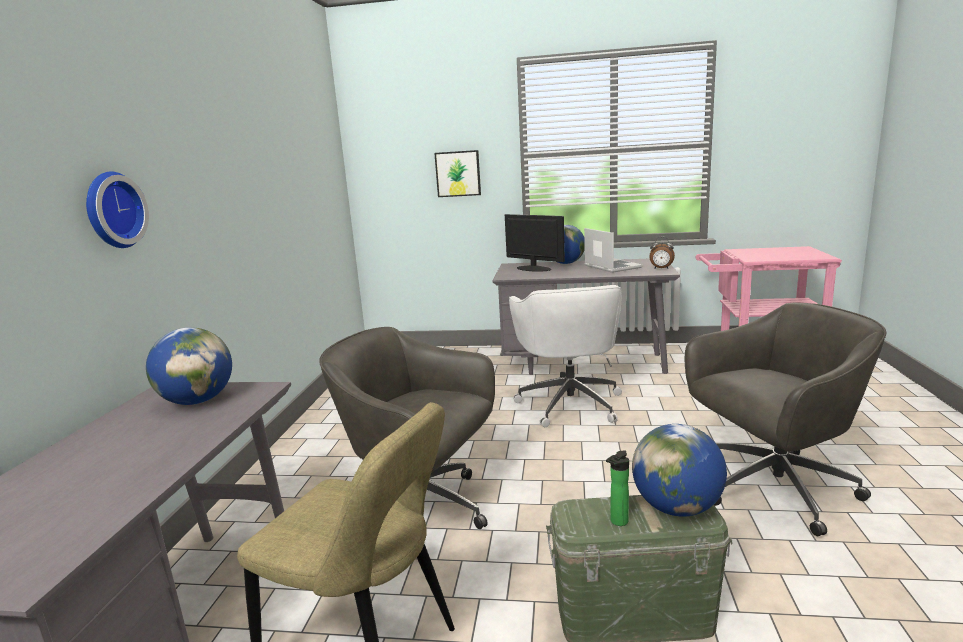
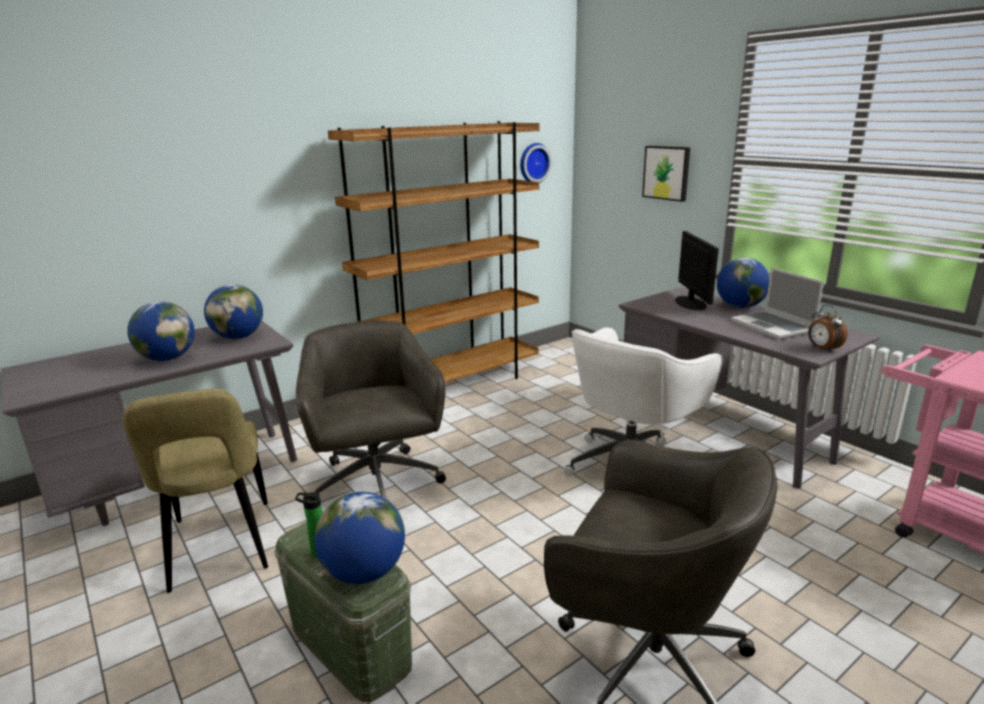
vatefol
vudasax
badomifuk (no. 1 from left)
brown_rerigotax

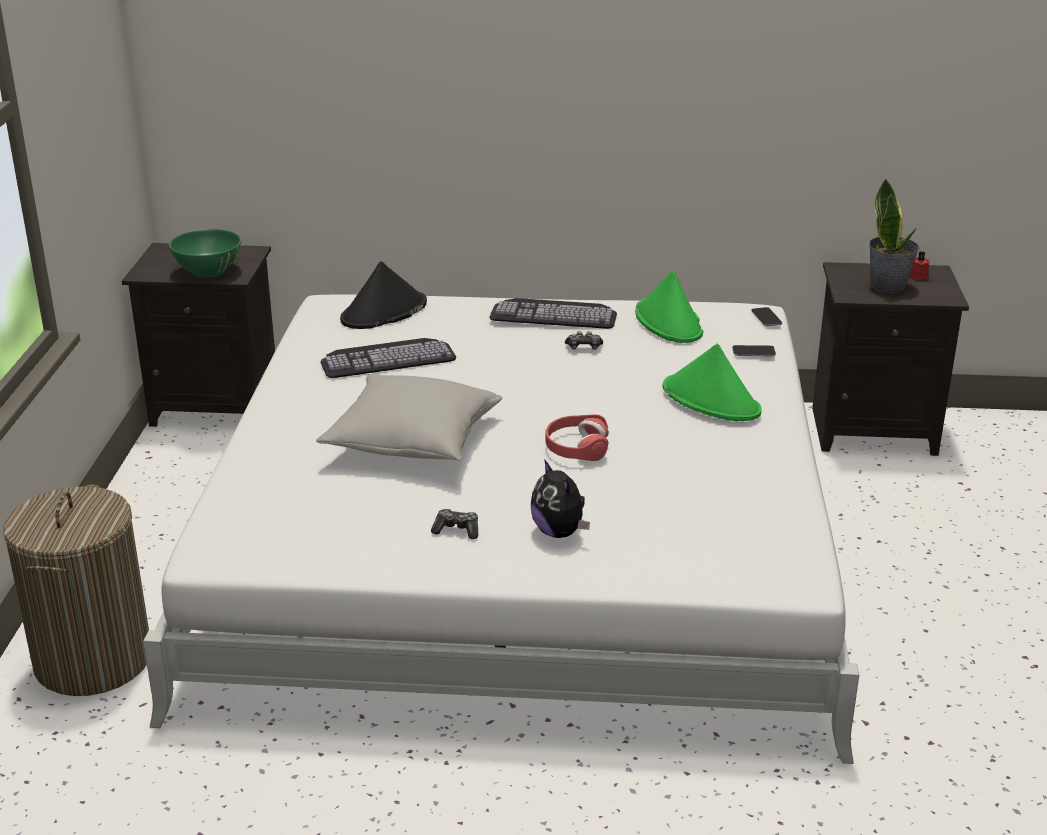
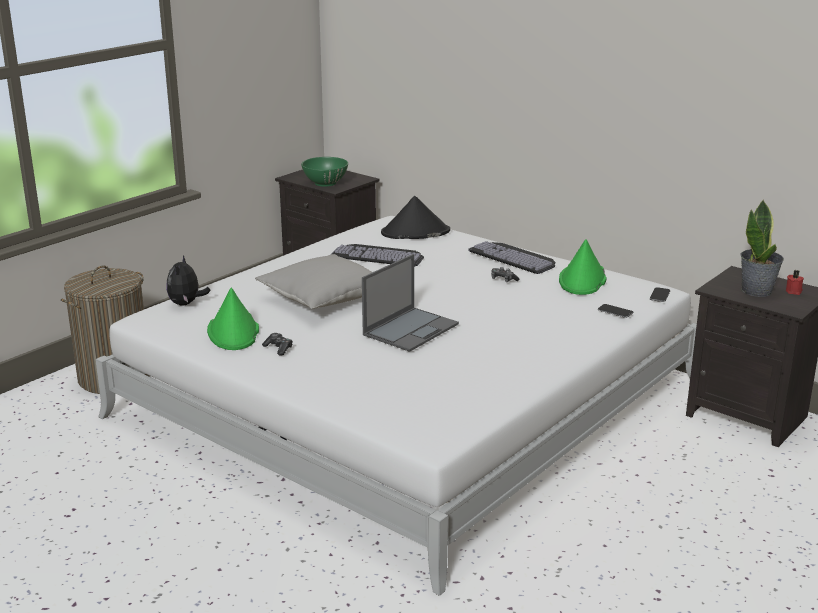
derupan
vudasax
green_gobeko (no. 1 from left)

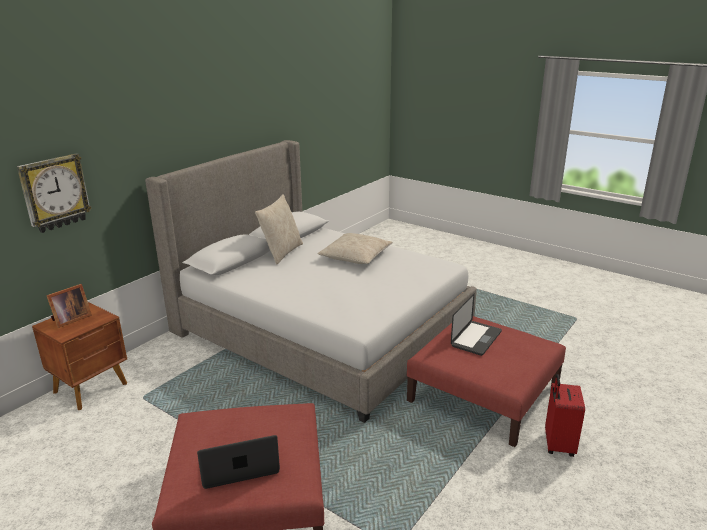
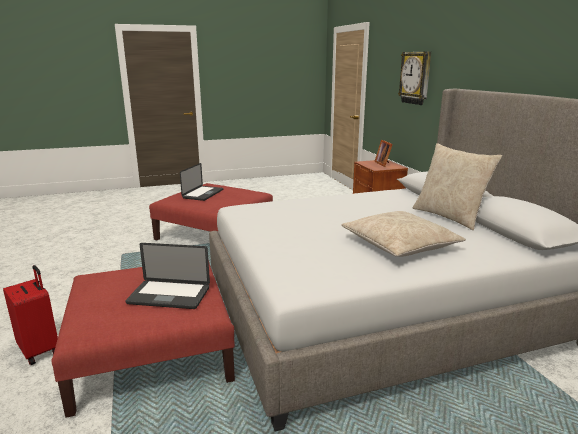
vudasax (no. 1 from left)

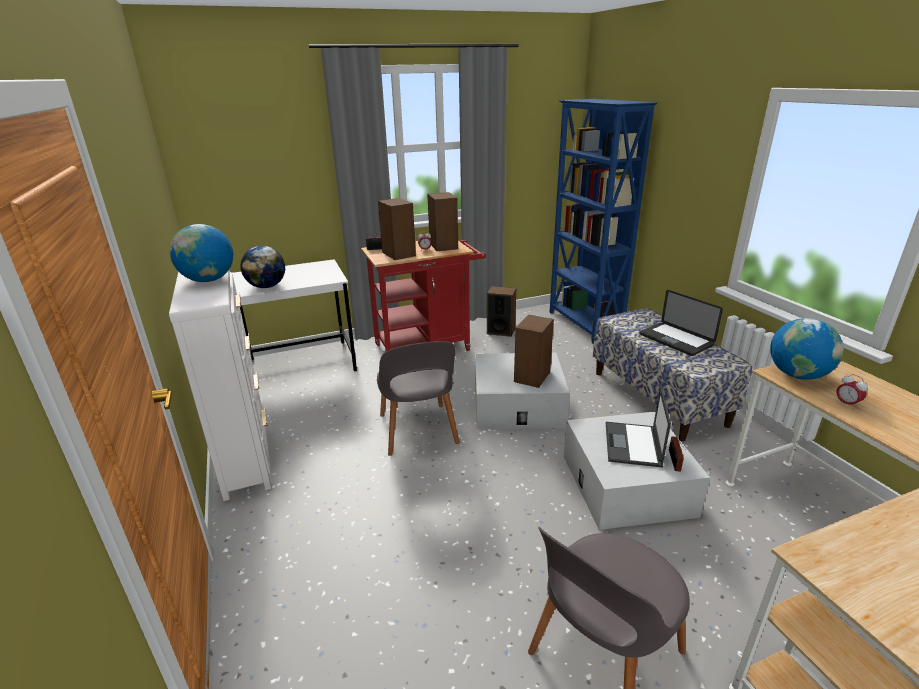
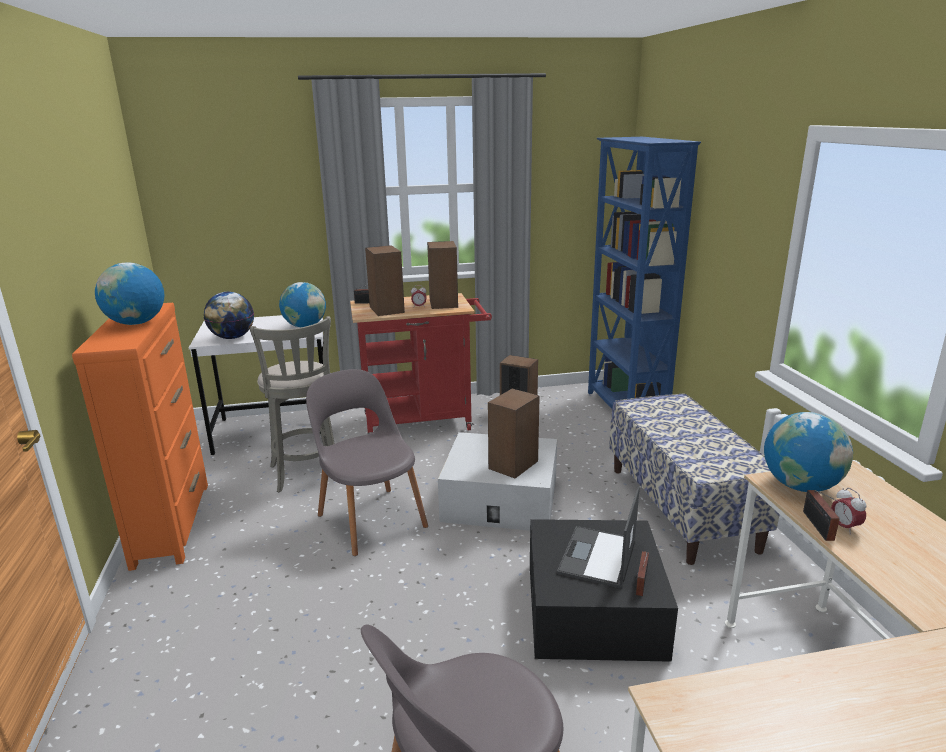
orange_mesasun
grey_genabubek (no. 1 from left)
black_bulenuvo
vudasax (no. 2 from left in the first image)
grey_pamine
badomifuk (no. 3 from left)
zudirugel (no. 3 from left)

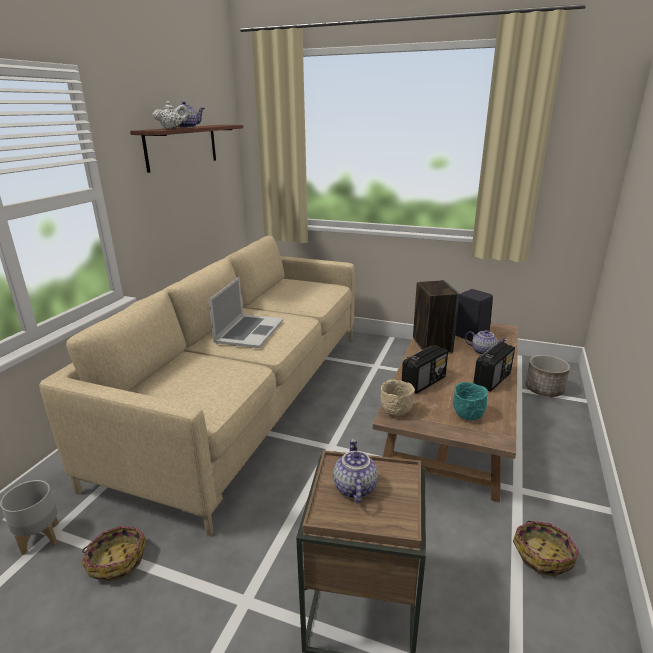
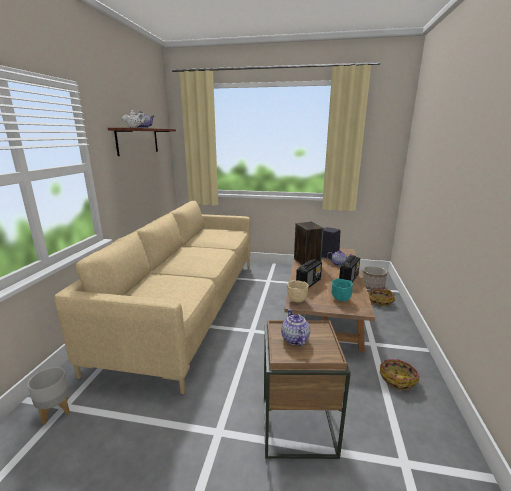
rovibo (no. 1 from left)
vudasax

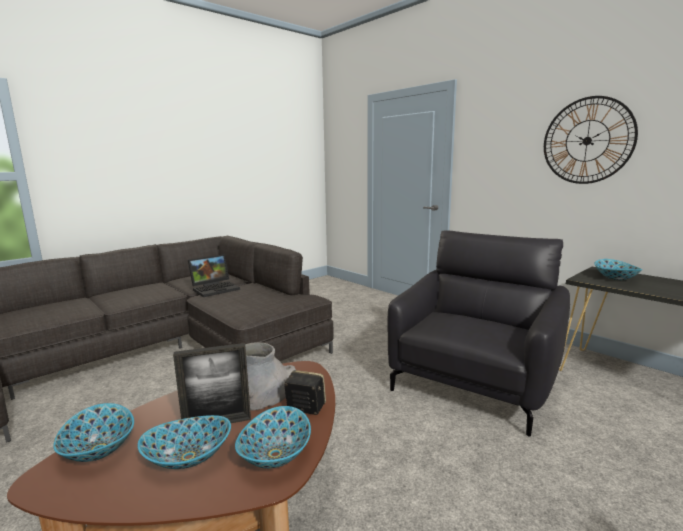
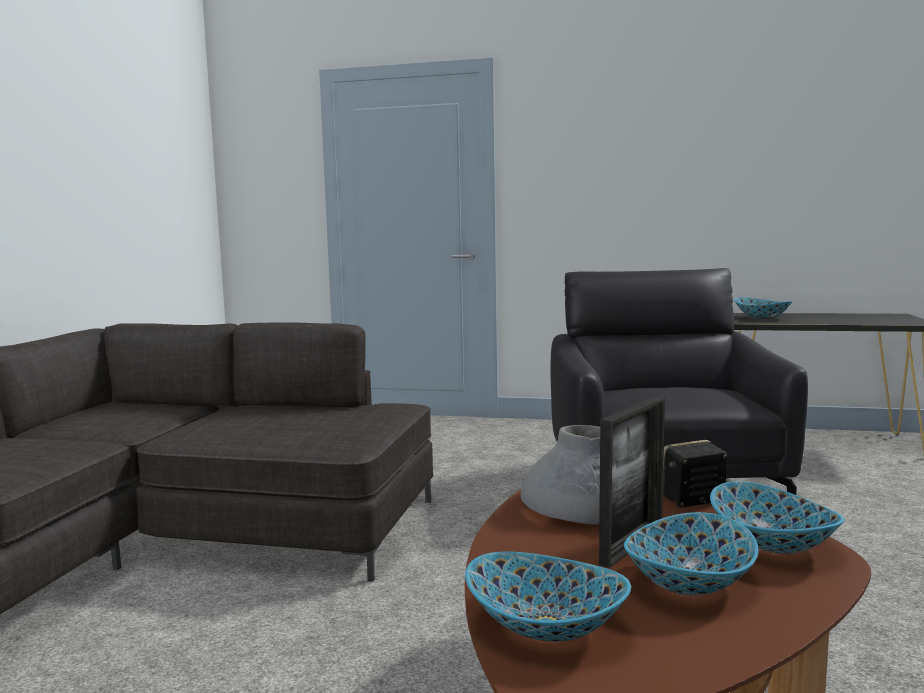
vudasax
vatefol

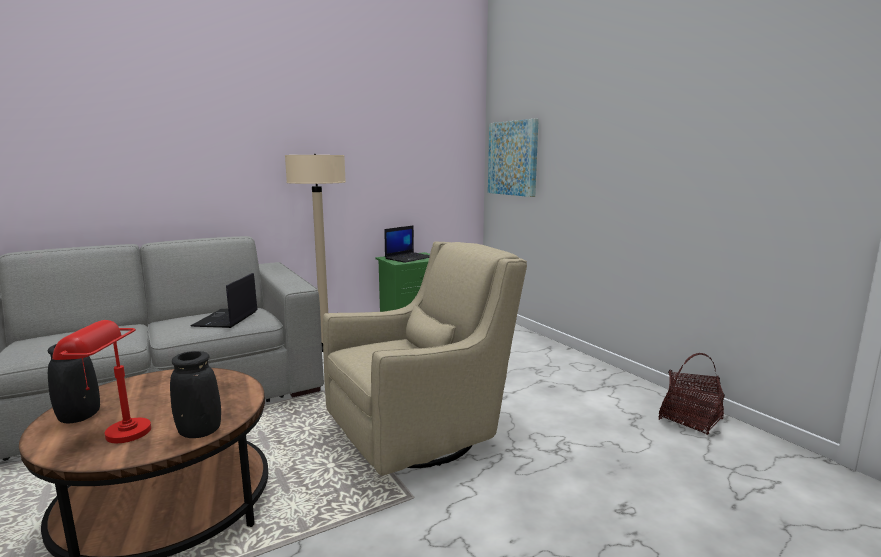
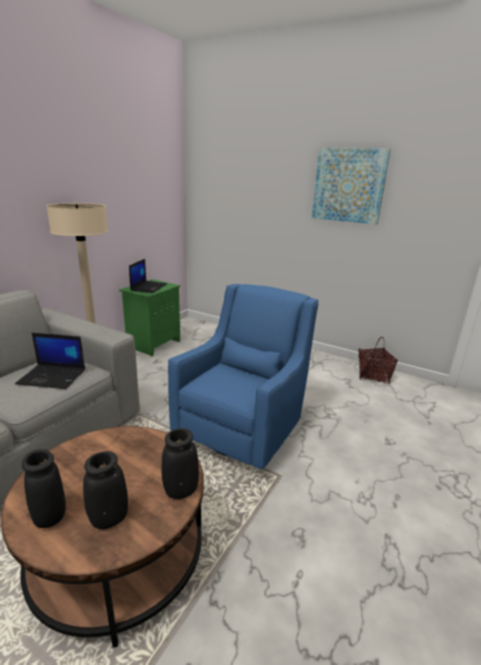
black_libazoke (no. 2 from left)
vudasax (no. 1 from left)
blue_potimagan
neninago

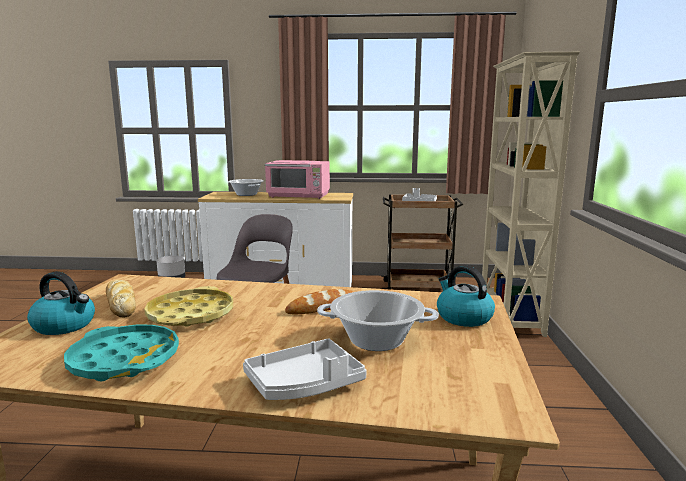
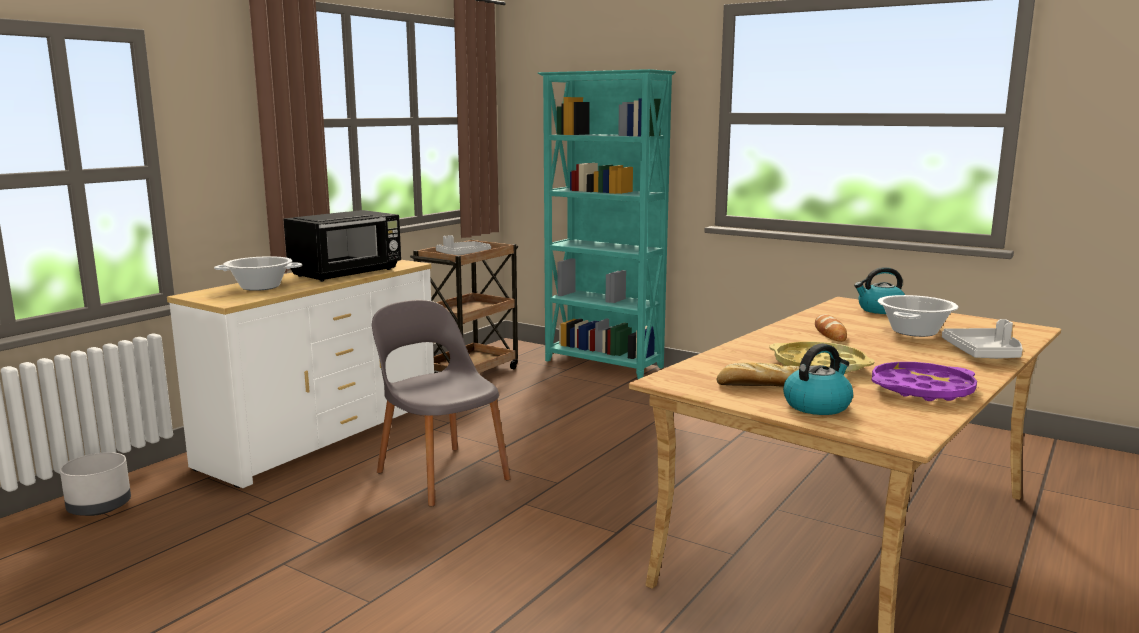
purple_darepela
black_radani
turquoise_rerigotax

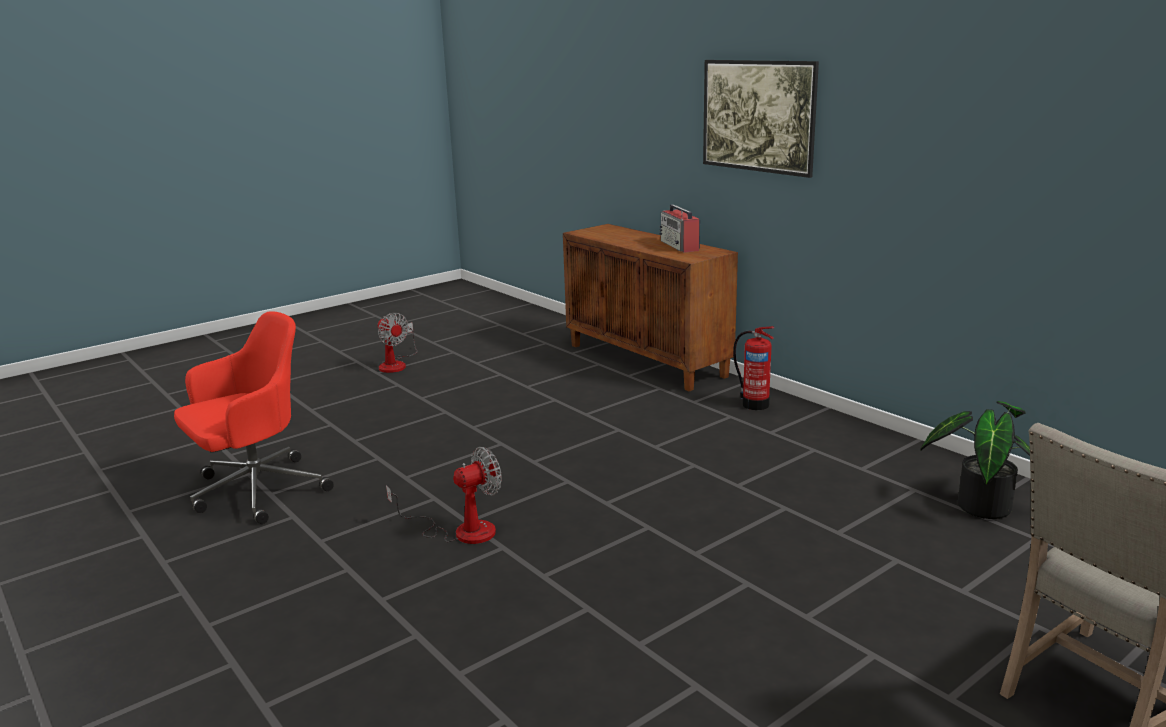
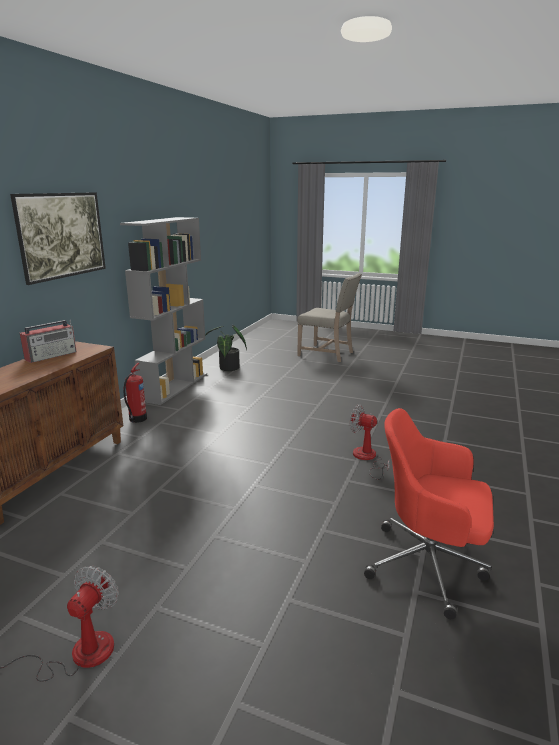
grey_rerigotax

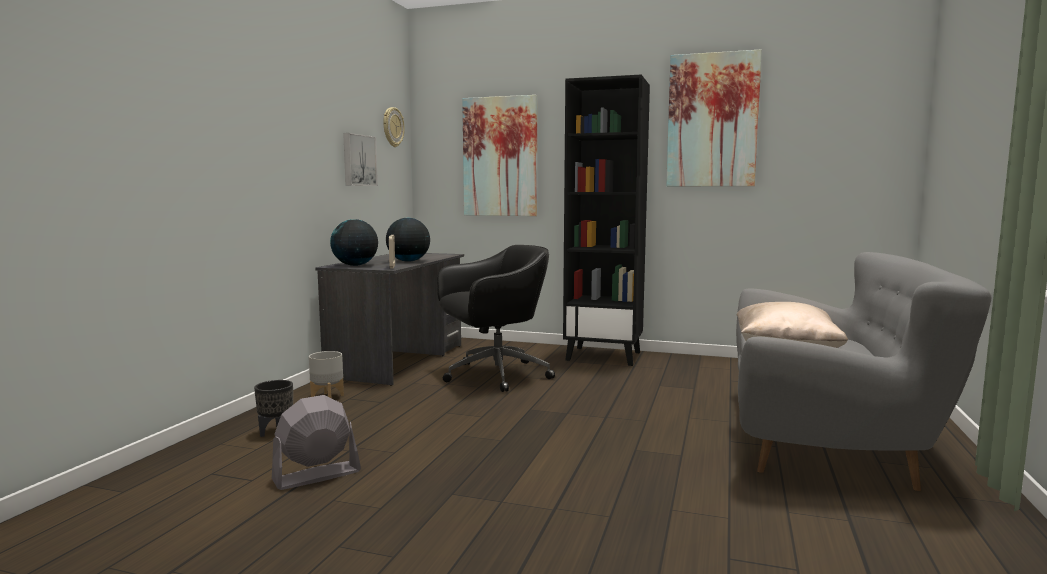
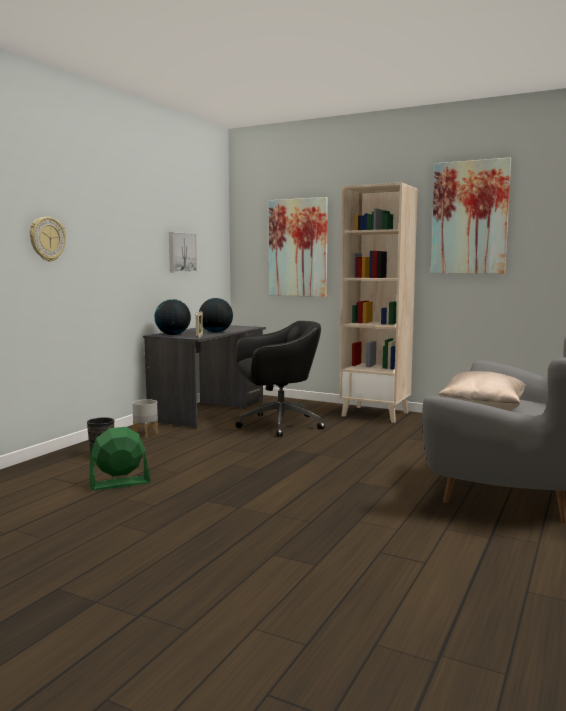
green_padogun
vatefol
beige_rerigotax

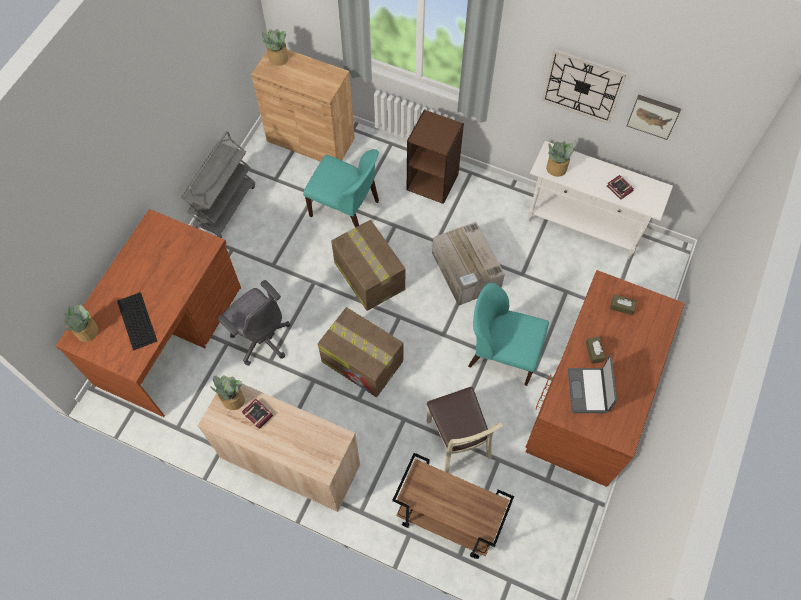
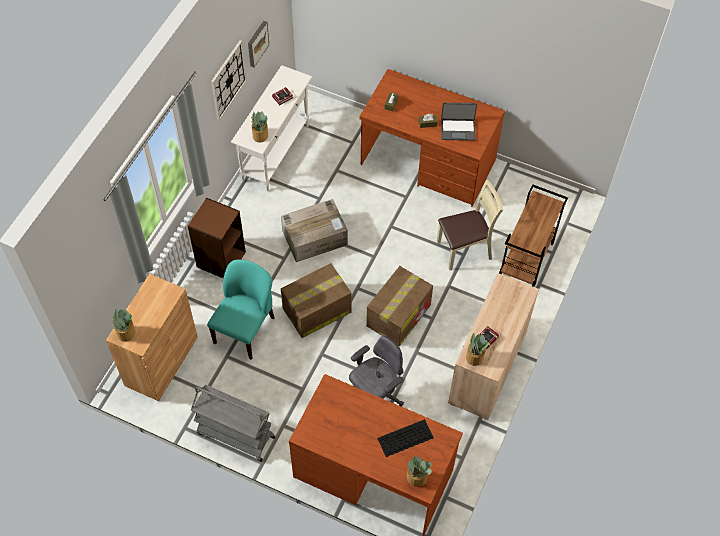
turquoise_genabubek (no. 2 from left in the first image)

